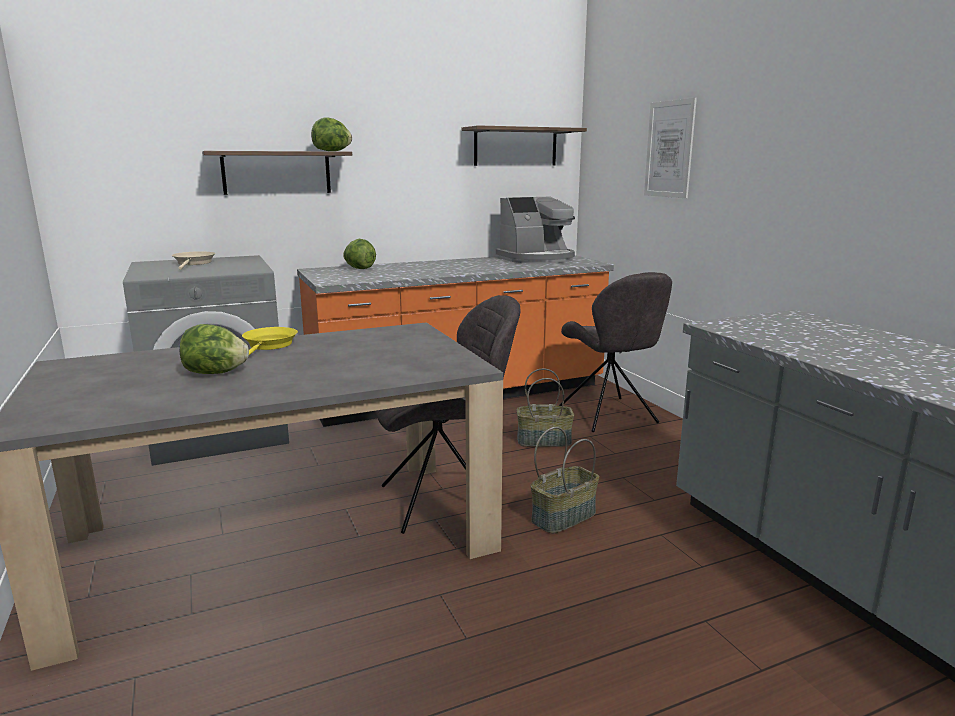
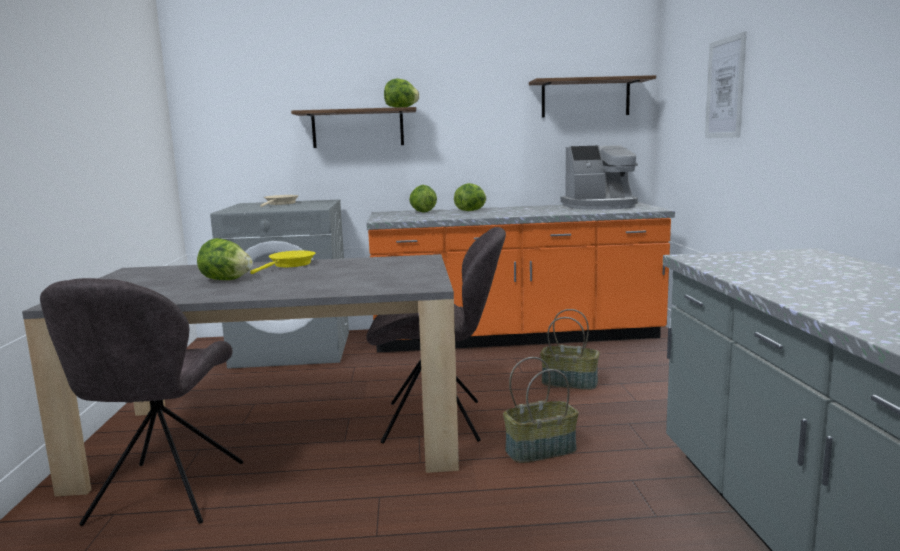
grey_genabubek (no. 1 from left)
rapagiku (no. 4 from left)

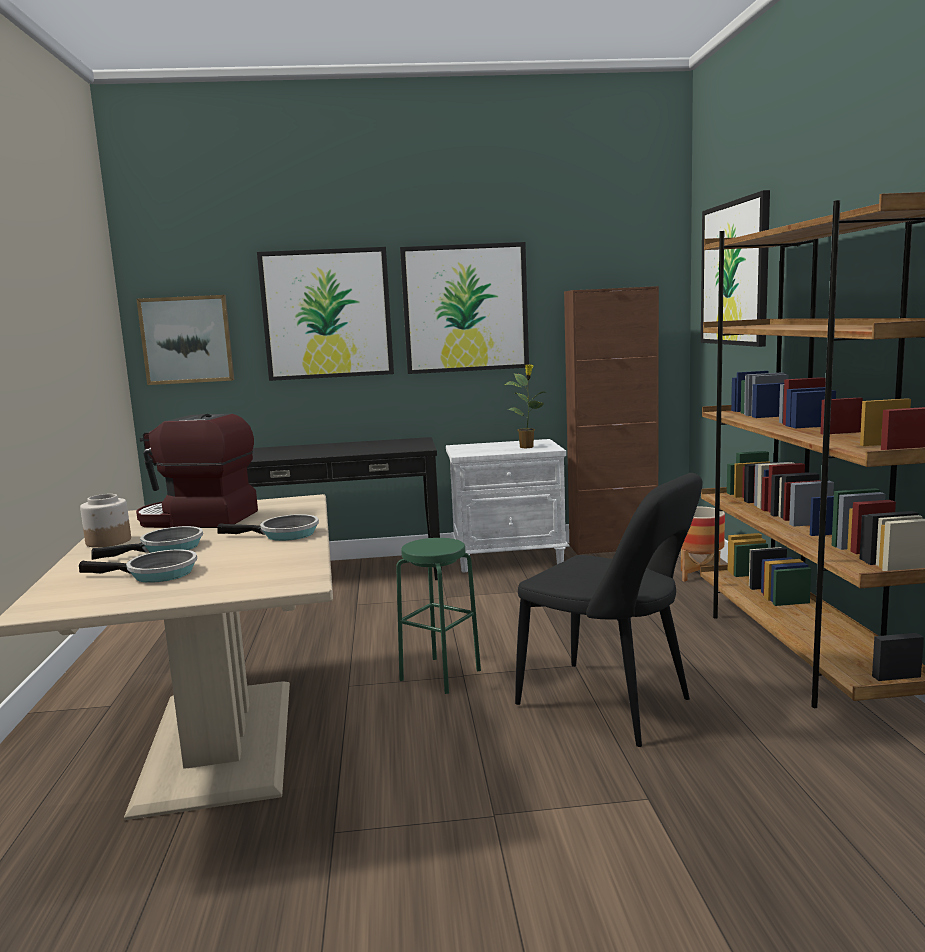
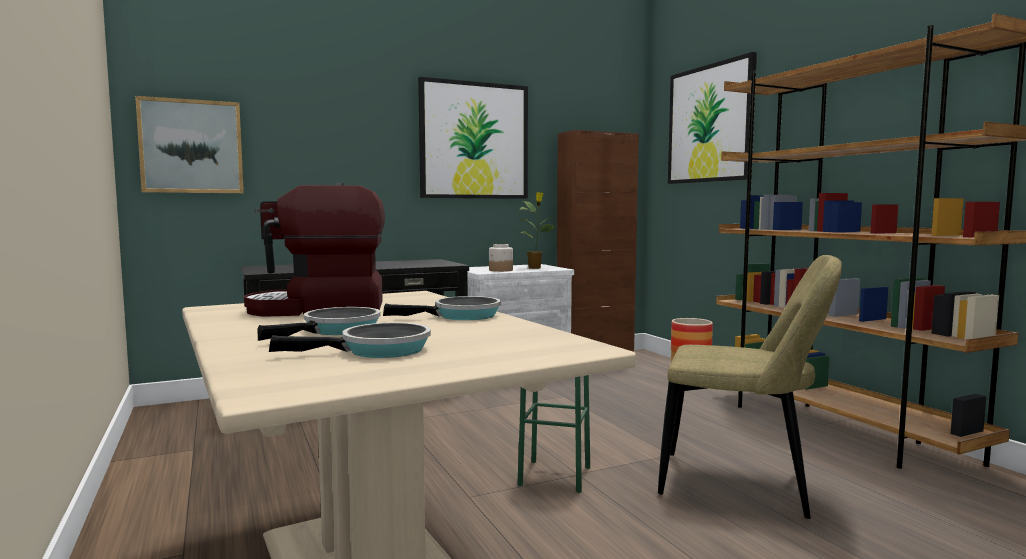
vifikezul
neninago (no. 2 from left in the first image)
beige_genabubek

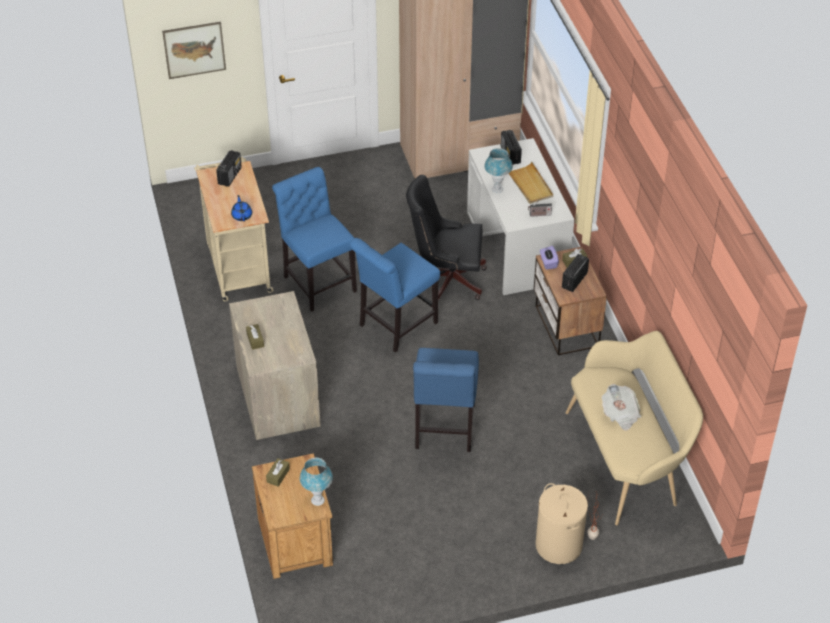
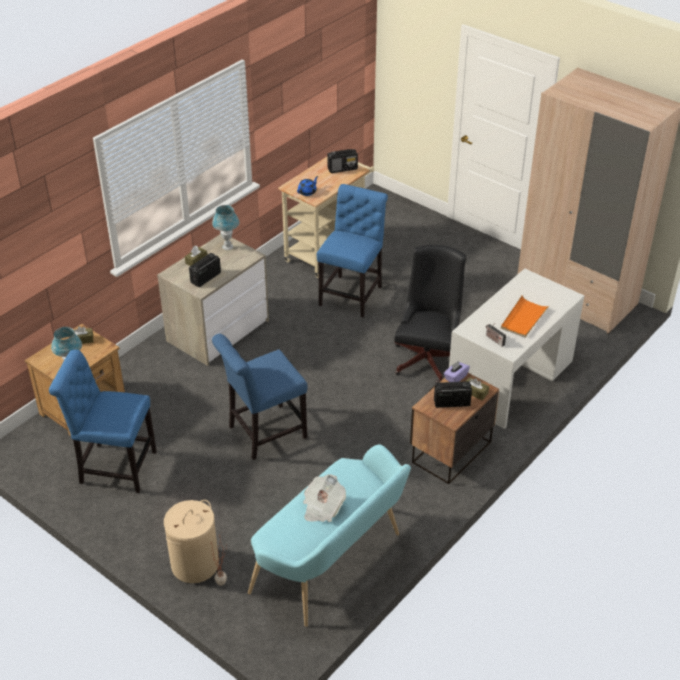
neninago
blue_genabubek (no. 1 from left)
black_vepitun
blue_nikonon (no. 2 from left)
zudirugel (no. 1 from left)
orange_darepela
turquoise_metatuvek

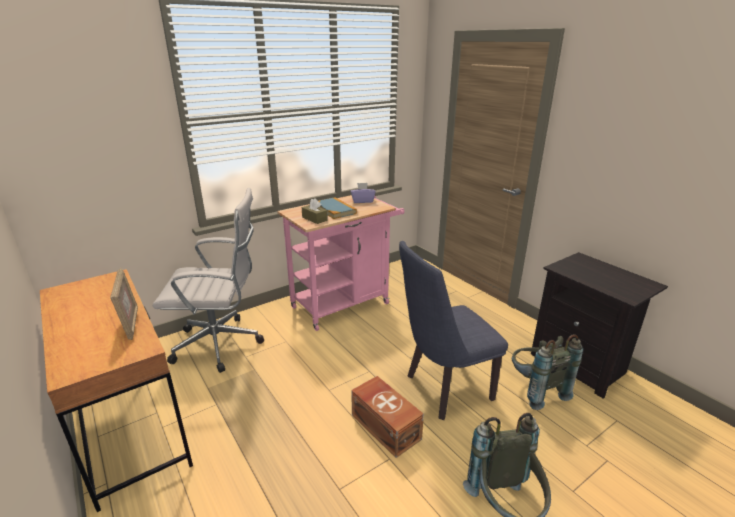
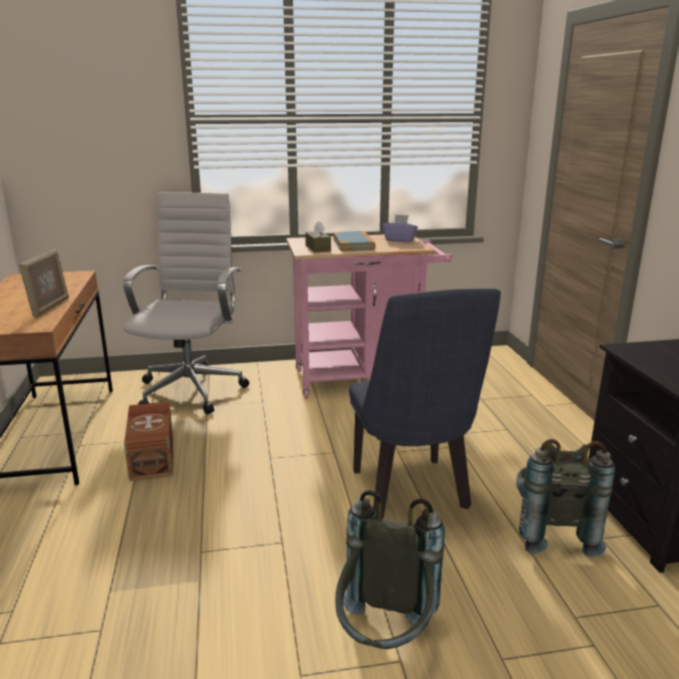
white_vepitun
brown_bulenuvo
blue_genabubek

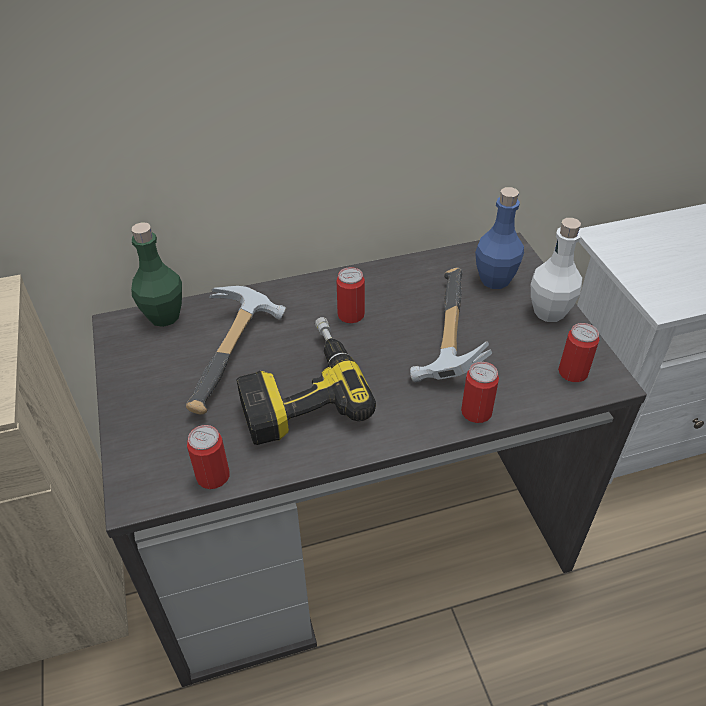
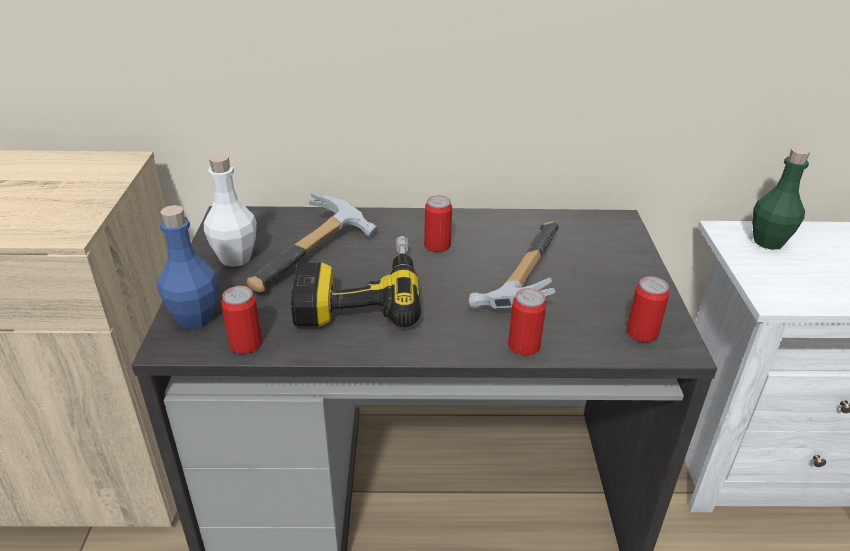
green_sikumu
blue_sikumu
white_sikumu

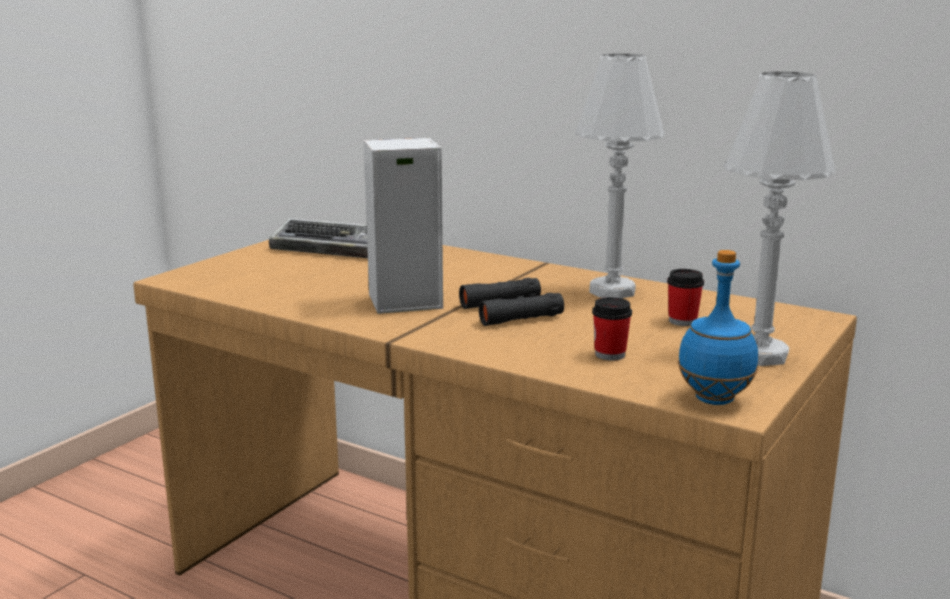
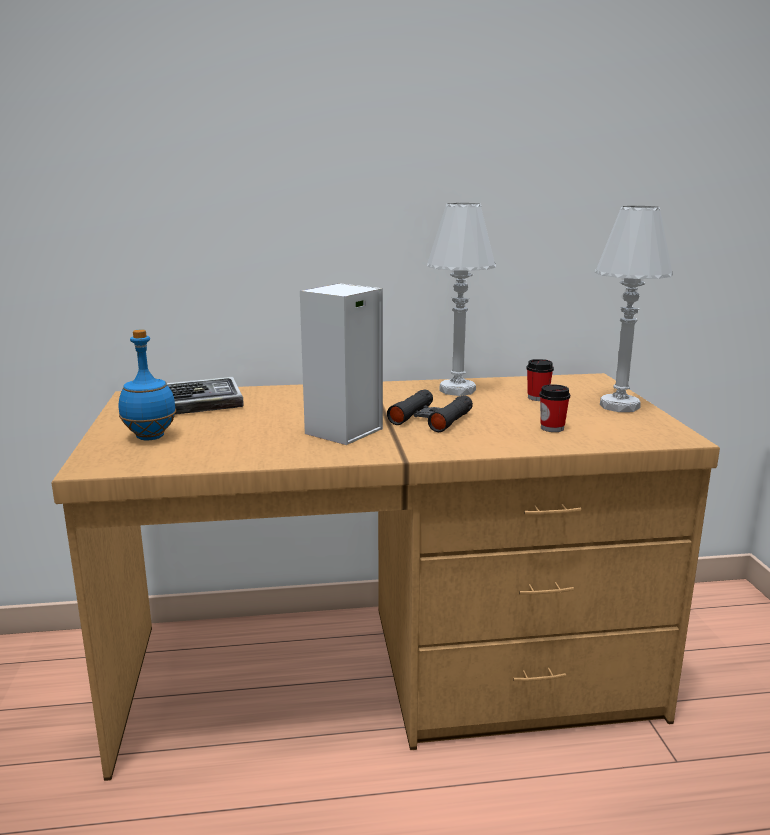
blue_sikumu

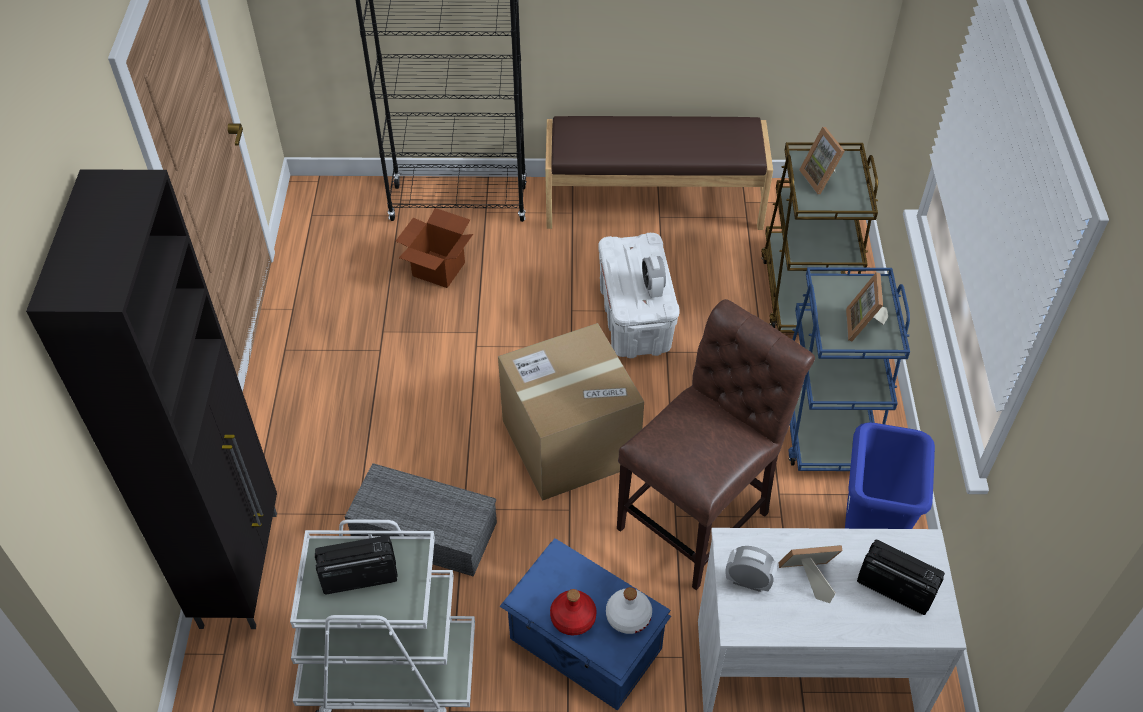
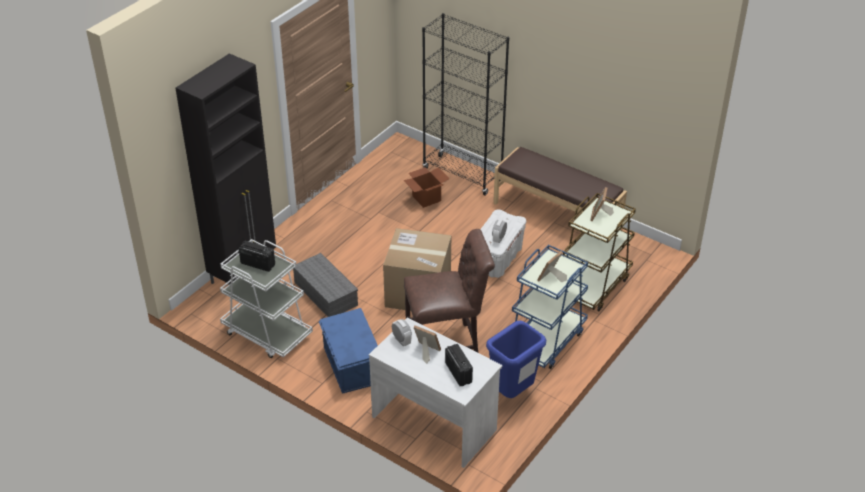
red_sikumu
white_sikumu

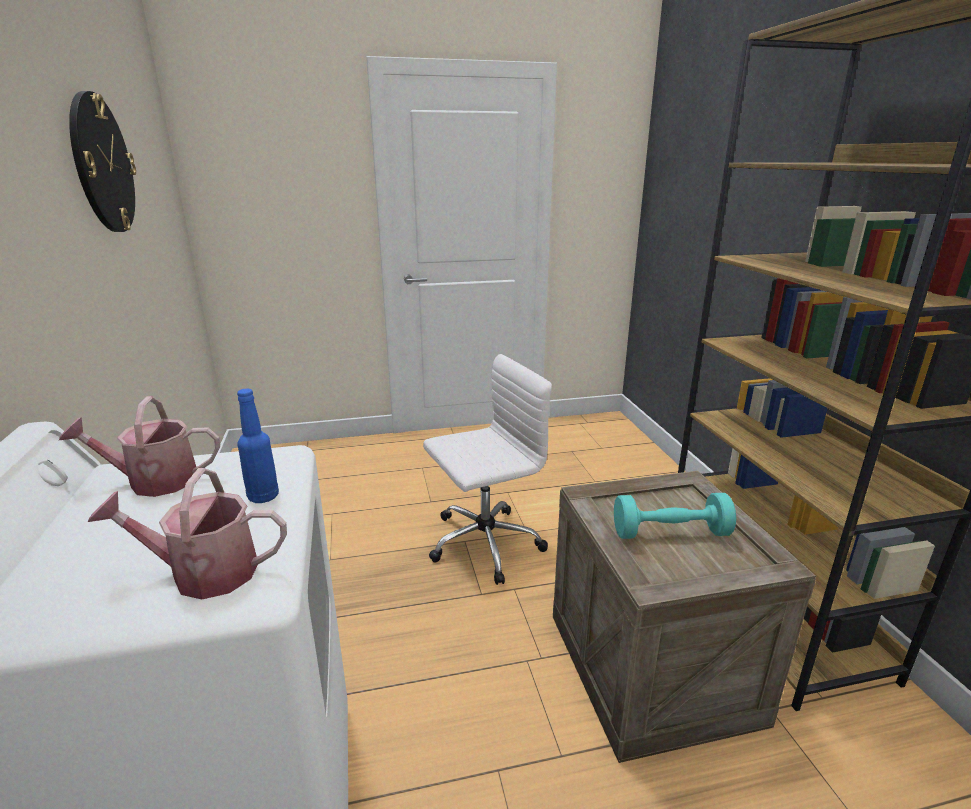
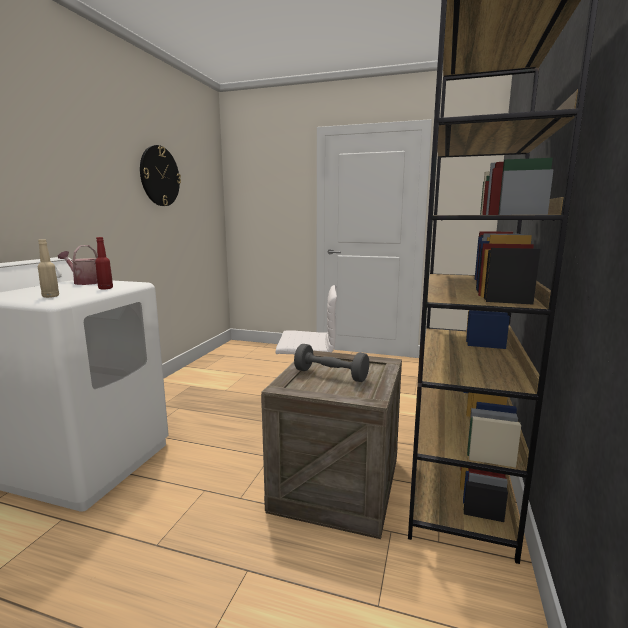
beige_sikumu
red_sikumu
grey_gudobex

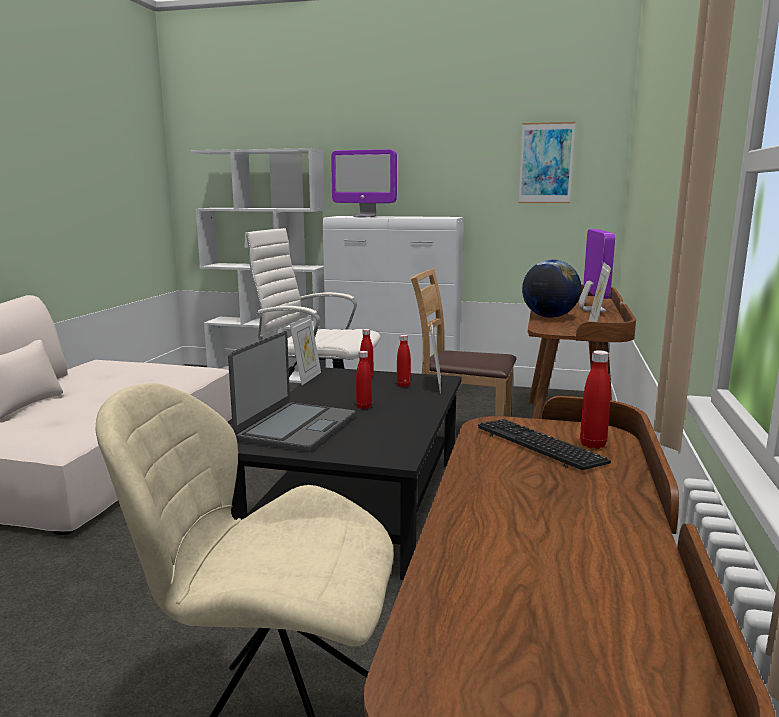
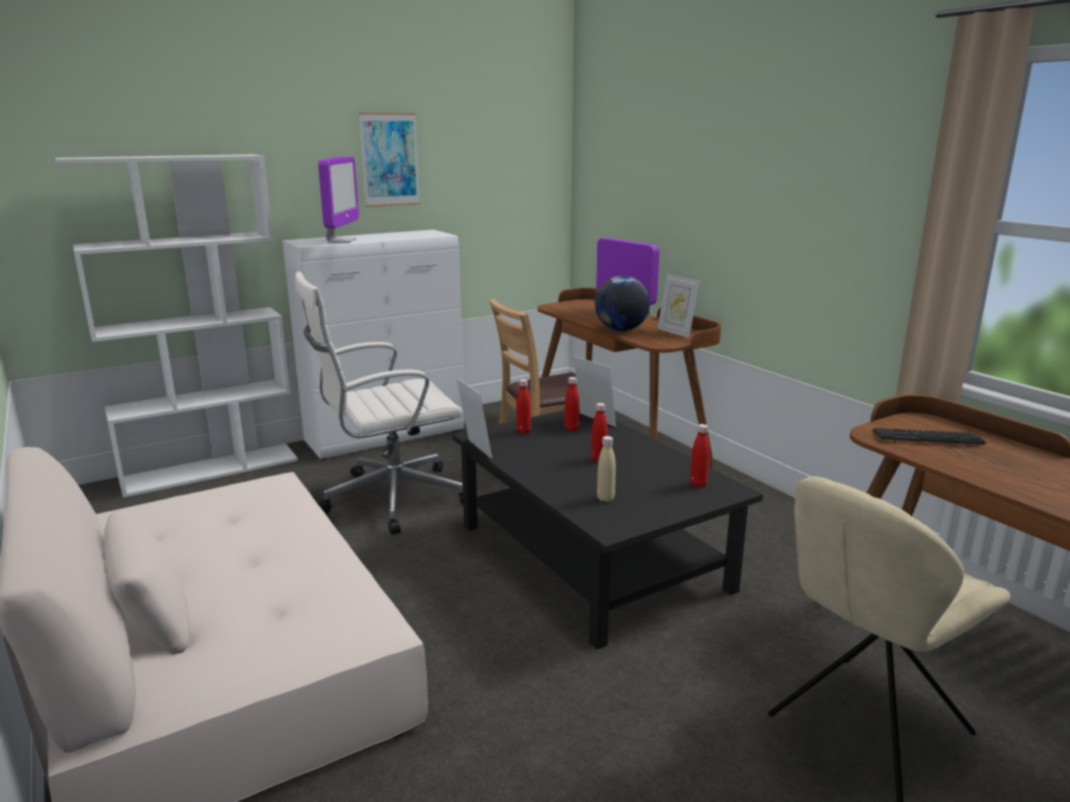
beige_sikumu
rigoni (no. 1 from left)
neninago
red_sikumu (no. 4 from left)

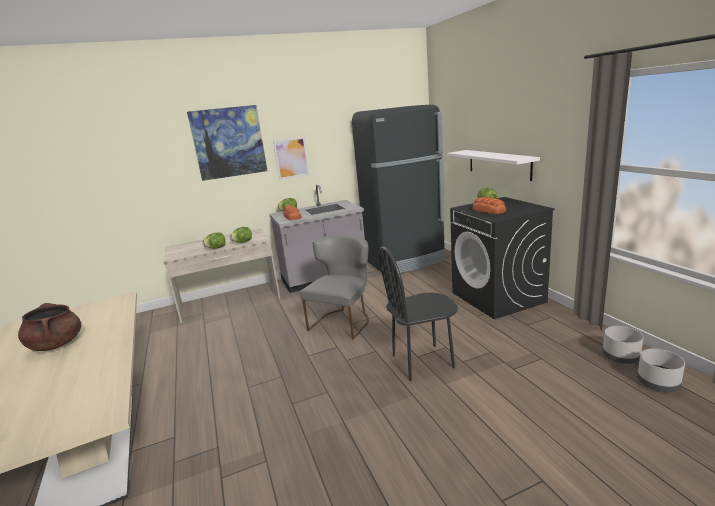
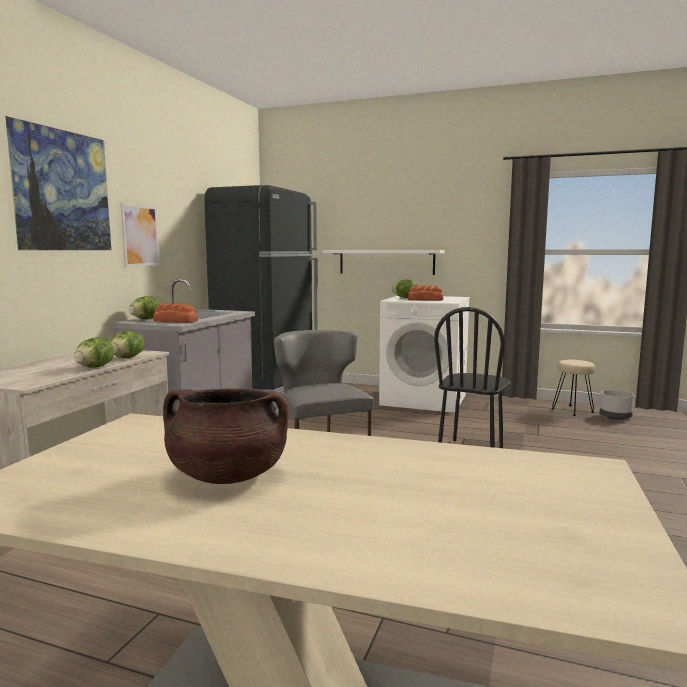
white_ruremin
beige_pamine

